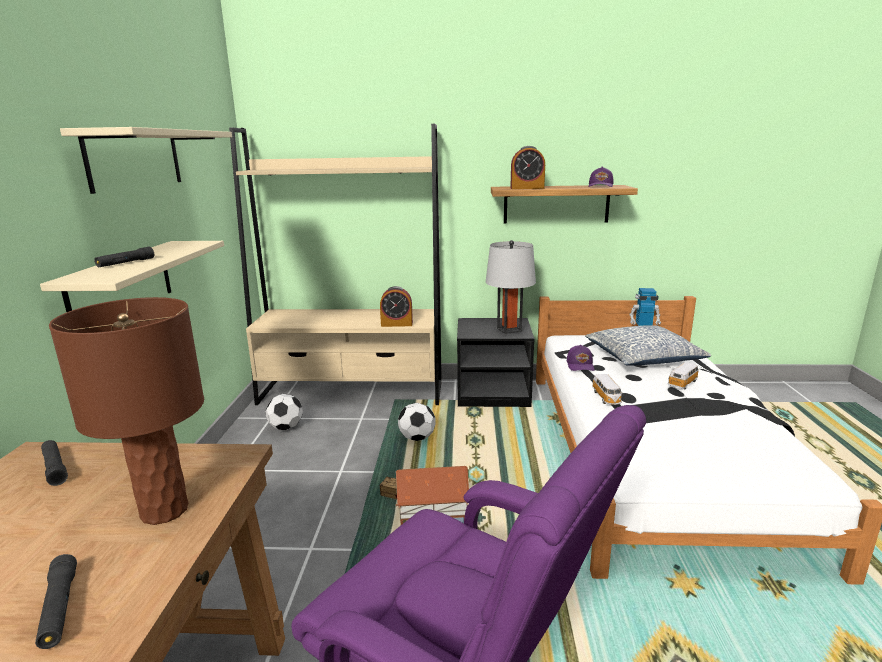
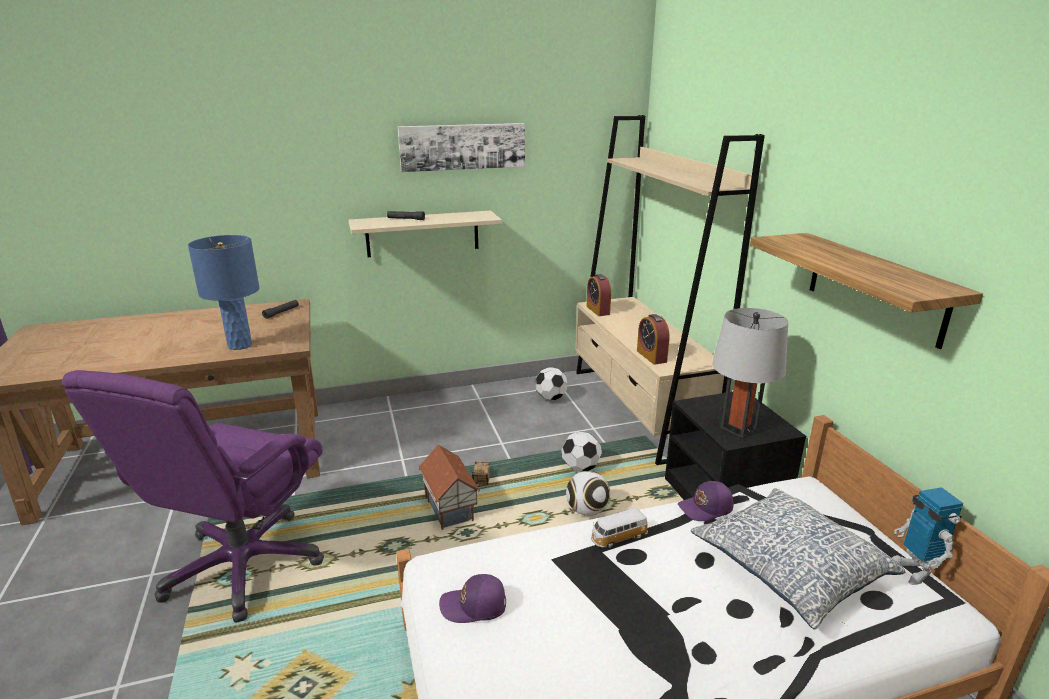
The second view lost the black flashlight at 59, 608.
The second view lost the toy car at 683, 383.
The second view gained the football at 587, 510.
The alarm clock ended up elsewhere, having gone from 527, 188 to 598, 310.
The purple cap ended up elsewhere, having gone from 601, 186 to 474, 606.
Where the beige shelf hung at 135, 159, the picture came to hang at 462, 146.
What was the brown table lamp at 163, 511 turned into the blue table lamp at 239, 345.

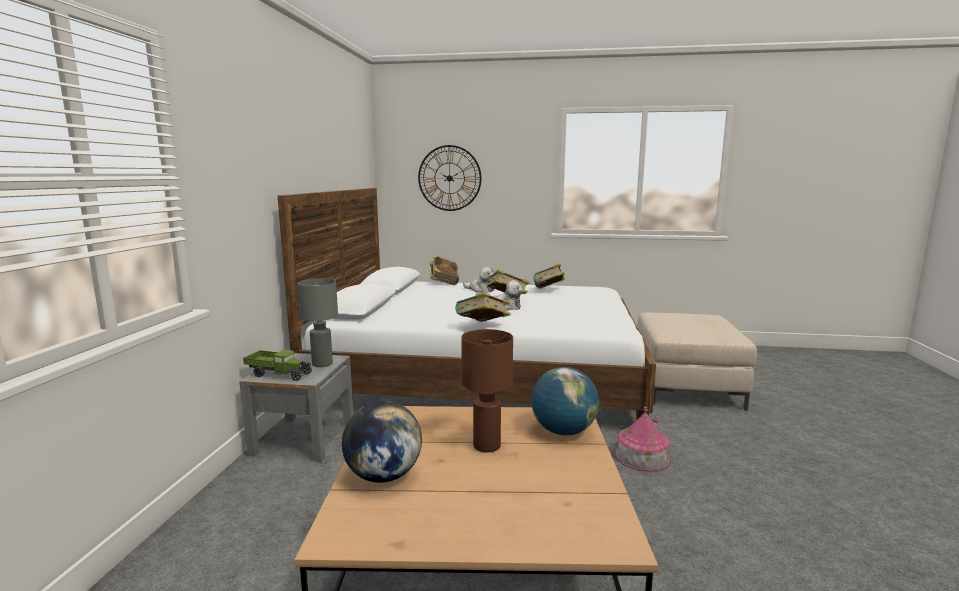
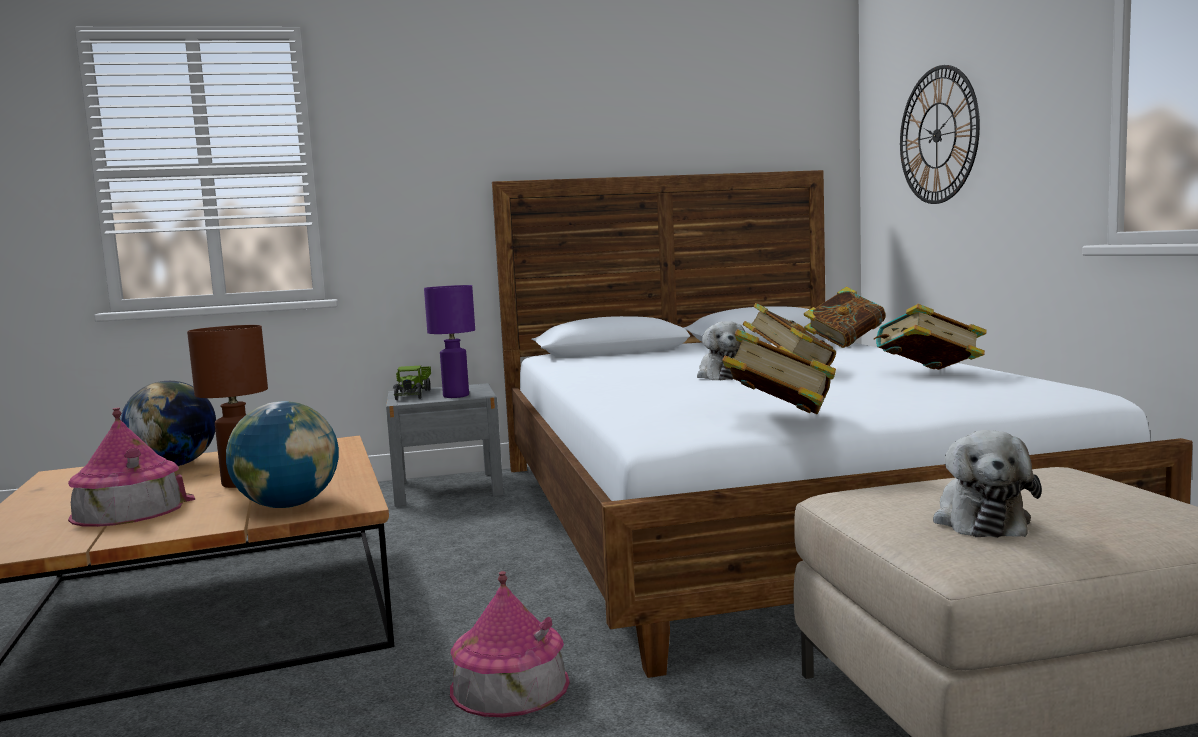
The second view gained the toy house at 129, 509.
The book ended up elsewhere, having gone from 482, 326 to 778, 419.
The plush toy ended up elsewhere, having gone from 480, 290 to 980, 520.
What was the grey table lamp at 322, 364 turned into the purple table lamp at 457, 396.

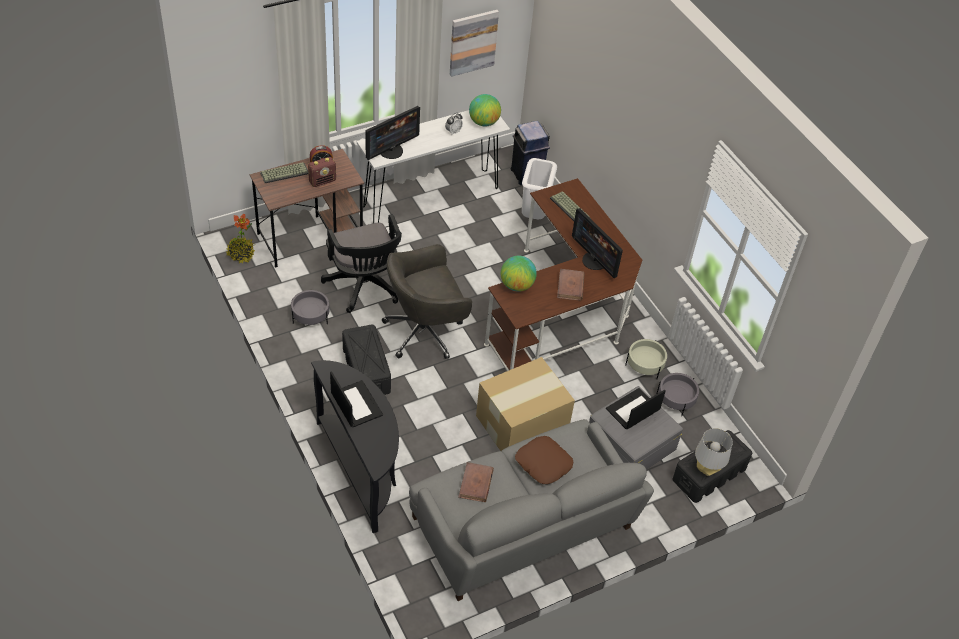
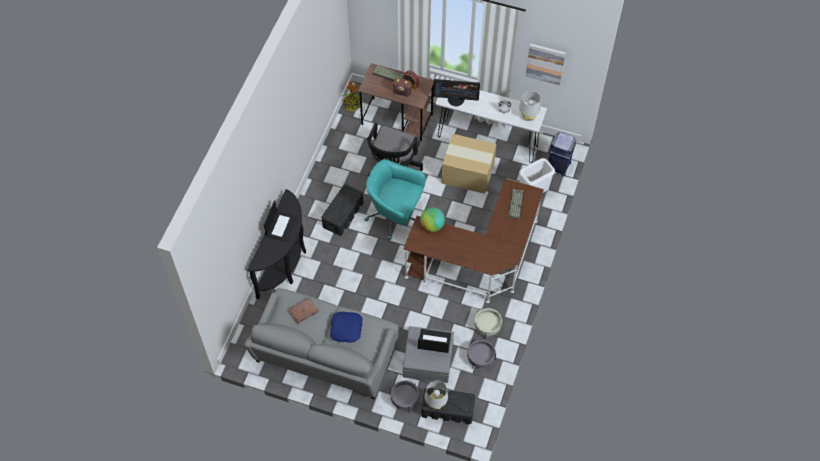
The second view lost the brown book at 570, 286.
The second view lost the monitor at 595, 261.
The grey planter ended up elsewhere, having gone from 310, 316 to 404, 399.
The cardboard box ended up elsewhere, having gone from 523, 424 to 468, 173.
Where the globe stood at 484, 122, the grey table lamp came to stand at 528, 117.
What was the grey office chair at 425, 331 turned into the turquoise office chair at 395, 216.
What was the brown pillow at 543, 464 turned into the blue pillow at 346, 328.

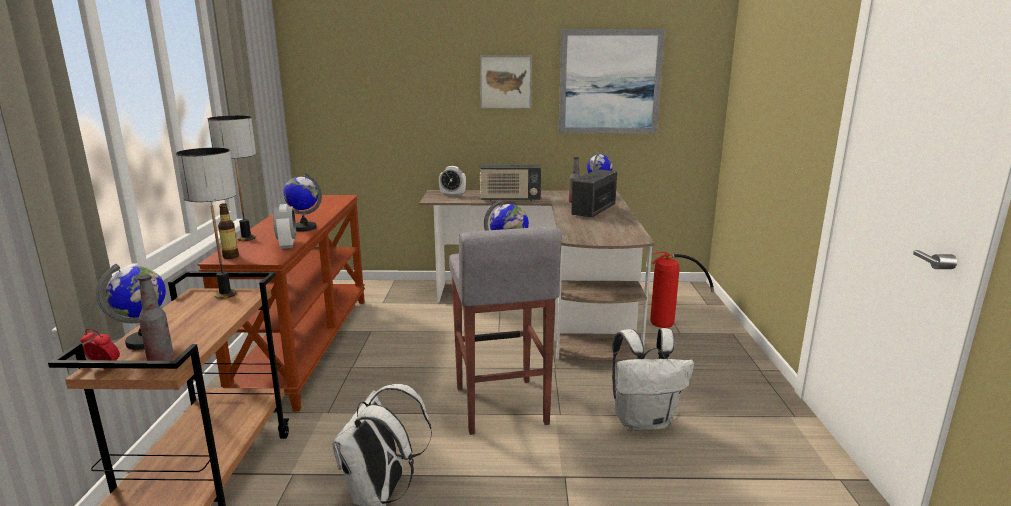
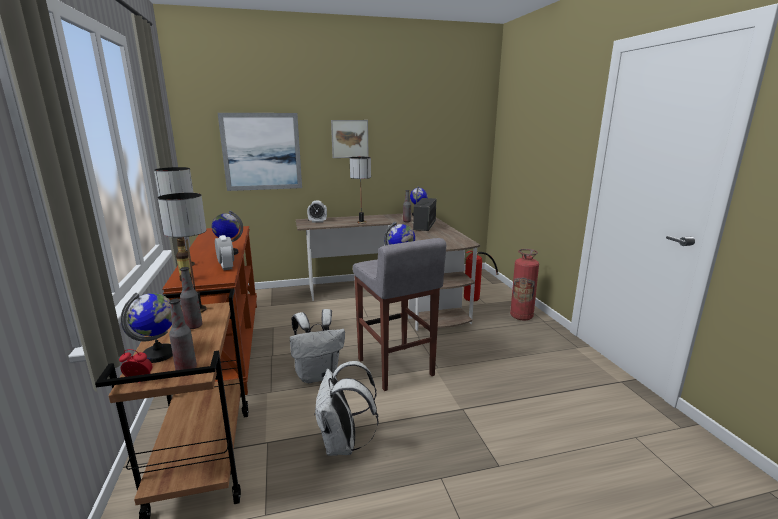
The second view gained the bottle at 194, 326.
The second view gained the fire extinguisher at 521, 316.
The picture ended up elsewhere, having gone from 610, 82 to 261, 152.
The white backpack ended up elsewhere, having gone from 643, 421 to 318, 375.
Where the radio stood at 510, 199, the table lamp came to stand at 361, 222.

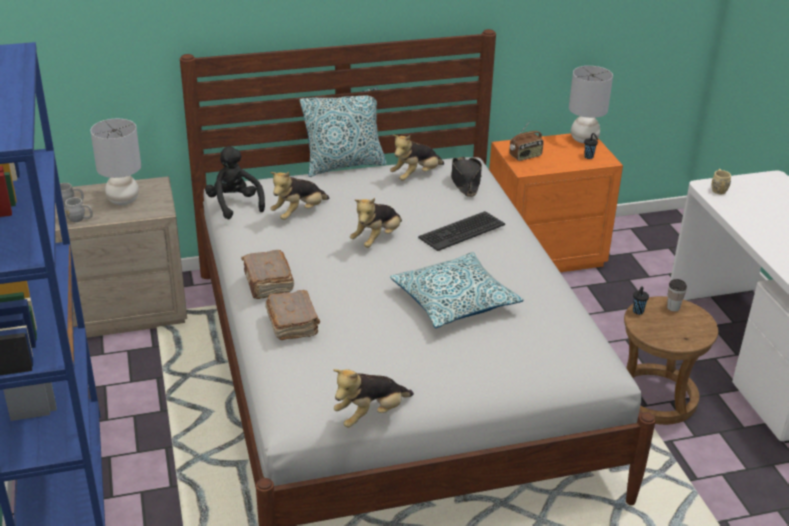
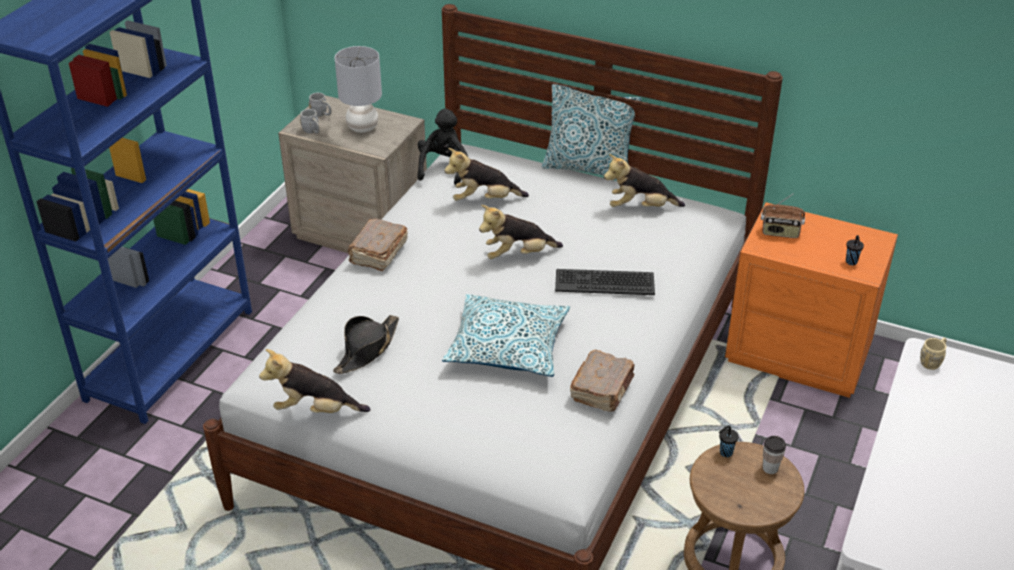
The second view lost the grey table lamp at 583, 139.
The brown book ended up elsewhere, having gone from 293, 324 to 602, 389.
The black hat ended up elsewhere, having gone from 465, 181 to 367, 350.

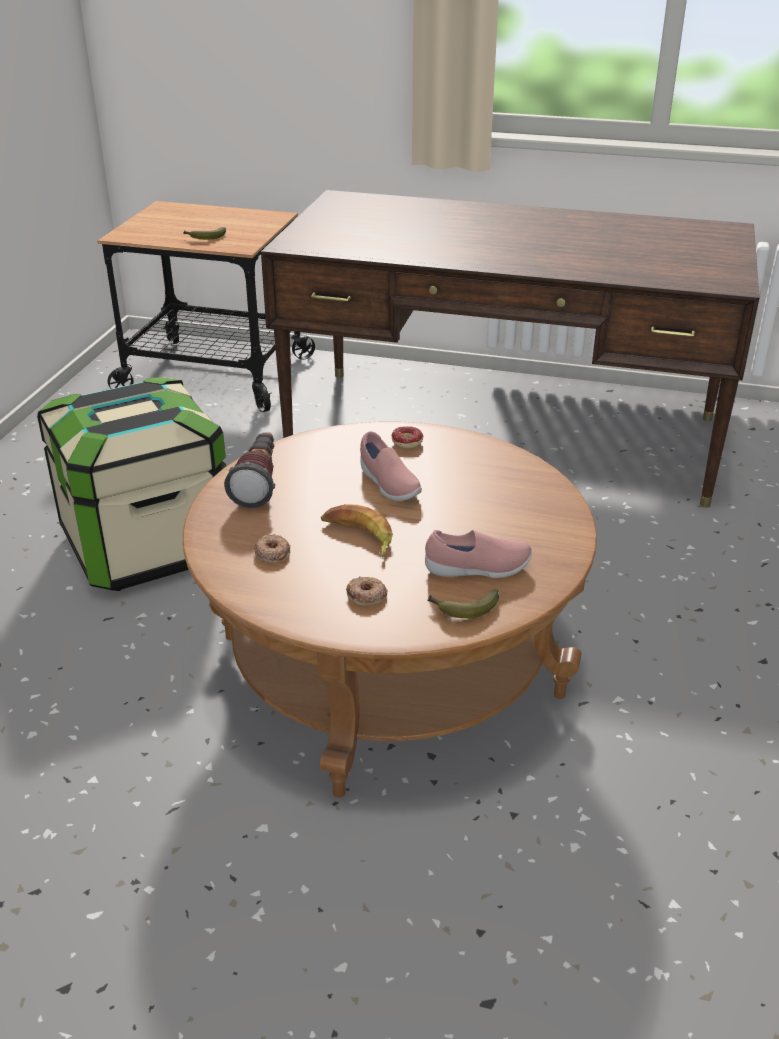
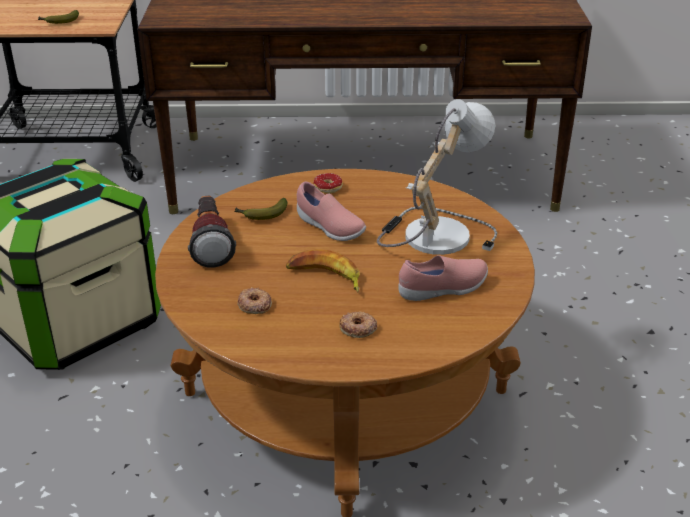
The second view gained the table lamp at 433, 233.
The banana ended up elsewhere, having gone from 462, 609 to 262, 215.

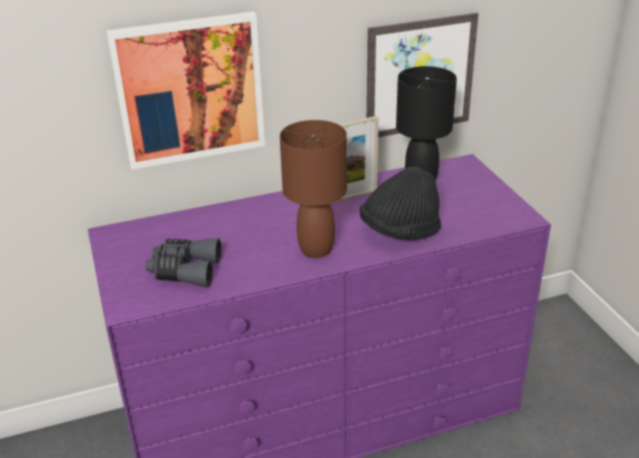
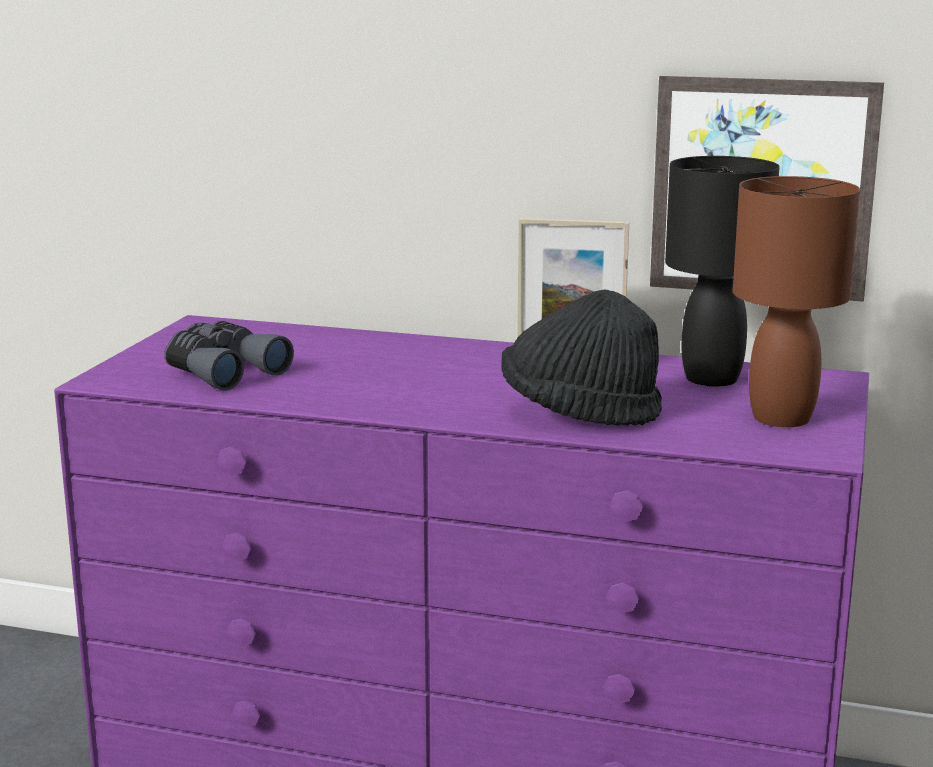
The second view lost the picture at 189, 90.
The brown table lamp ended up elsewhere, having gone from 315, 249 to 780, 418.

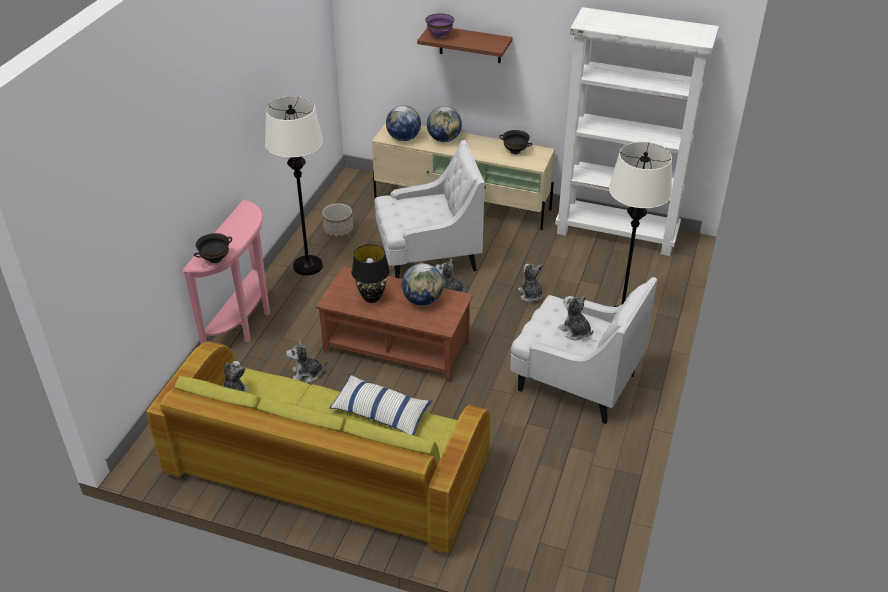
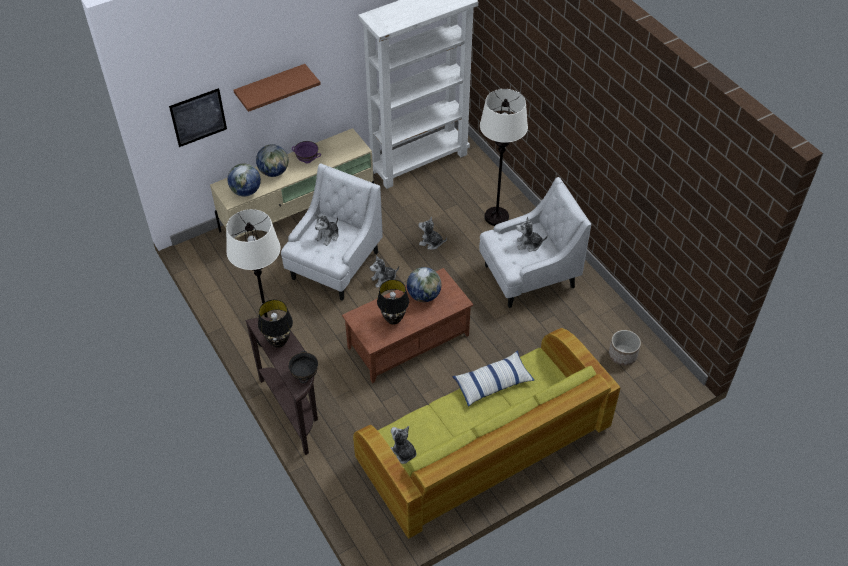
The second view lost the black bowl at 515, 151.
The second view gained the picture at 198, 117.
The second view gained the black table lamp at 278, 342.
The plush toy ended up elsewhere, having gone from 307, 374 to 328, 236.
The planter ended up elsewhere, having gone from 338, 231 to 622, 355.
The purple bowl ended up elsewhere, having gone from 440, 36 to 307, 160.
What was the pink console table at 245, 323 turned into the brown console table at 294, 410.

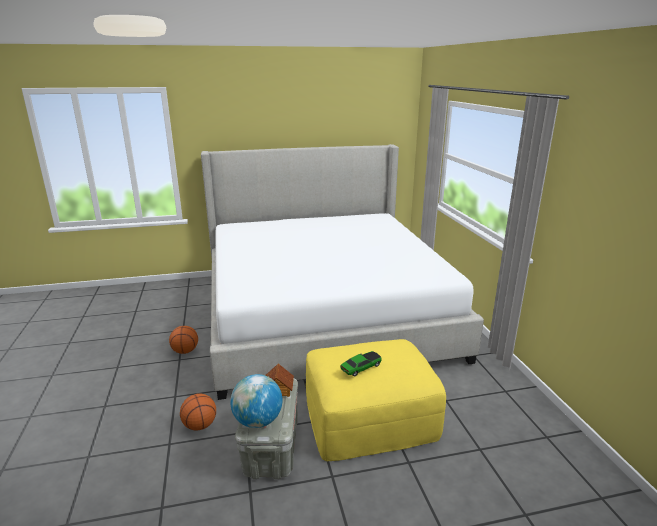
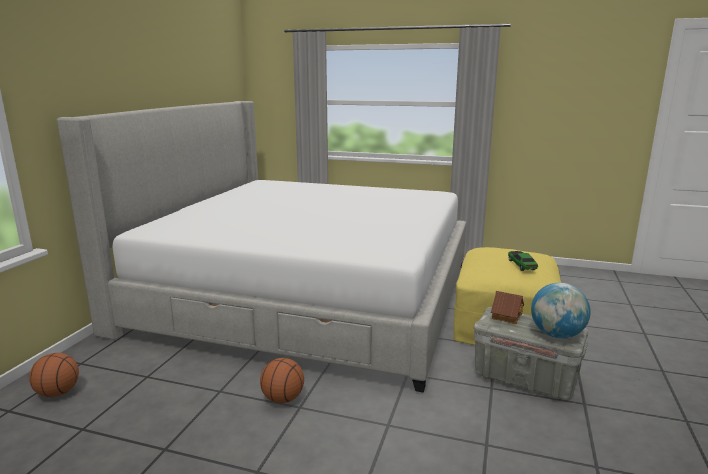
The basketball ended up elsewhere, having gone from 200, 425 to 58, 393.

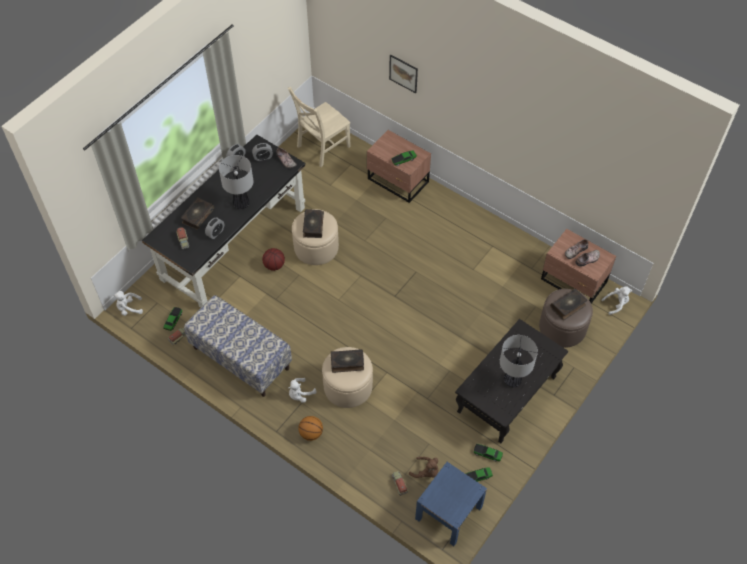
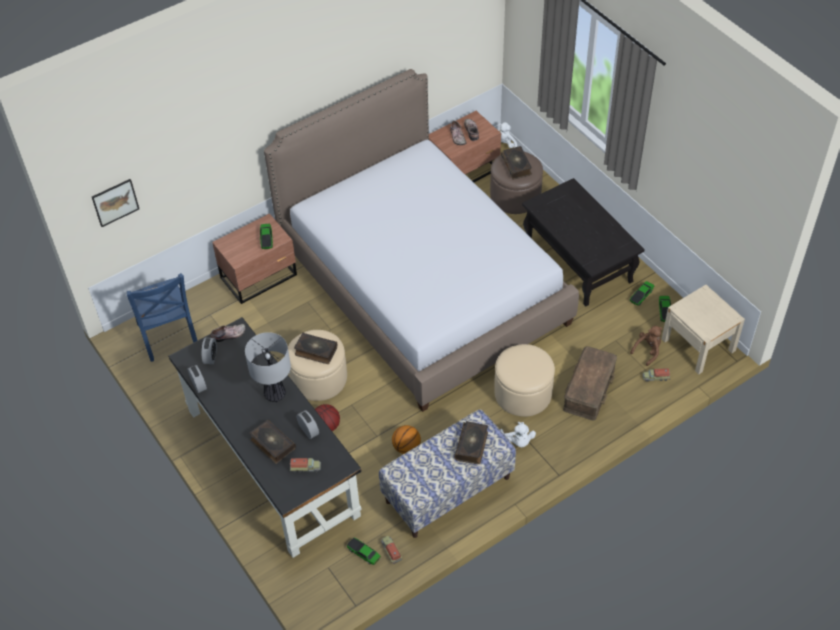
The second view lost the white plush toy at 129, 308.
The second view lost the table lamp at 512, 380.
The second view gained the bed at 423, 285.
The second view gained the brown storage box at 589, 389.
The basketball ended up elsewhere, having gone from 311, 433 to 406, 447.
The book ended up elsewhere, having gone from 347, 363 to 472, 446.
The picture ended up elsewhere, having gone from 403, 73 to 115, 202.
What was the beige chair at 321, 147 turned into the blue chair at 167, 337.
What was the blue nightstand at 448, 512 turned into the beige nightstand at 698, 345.

